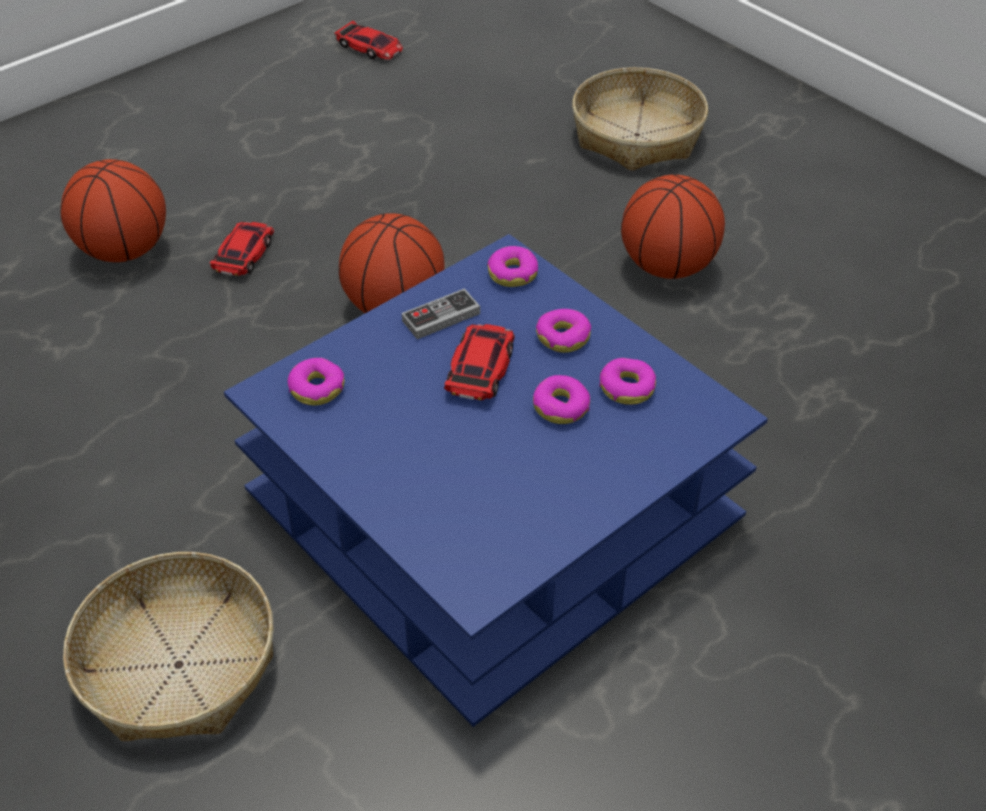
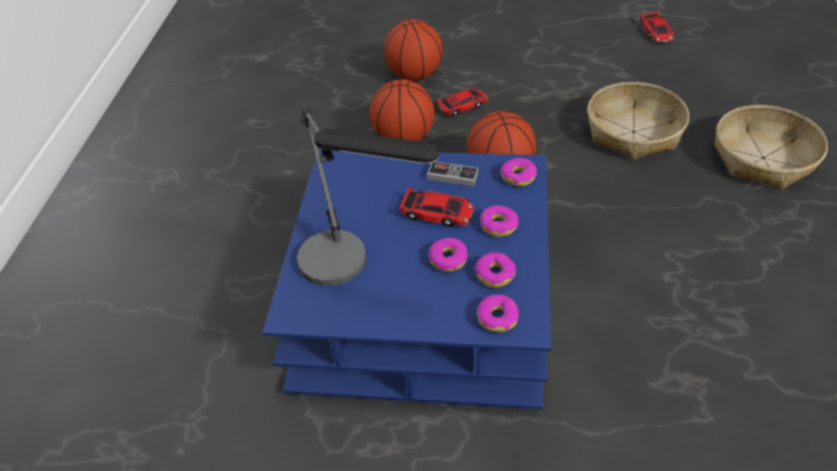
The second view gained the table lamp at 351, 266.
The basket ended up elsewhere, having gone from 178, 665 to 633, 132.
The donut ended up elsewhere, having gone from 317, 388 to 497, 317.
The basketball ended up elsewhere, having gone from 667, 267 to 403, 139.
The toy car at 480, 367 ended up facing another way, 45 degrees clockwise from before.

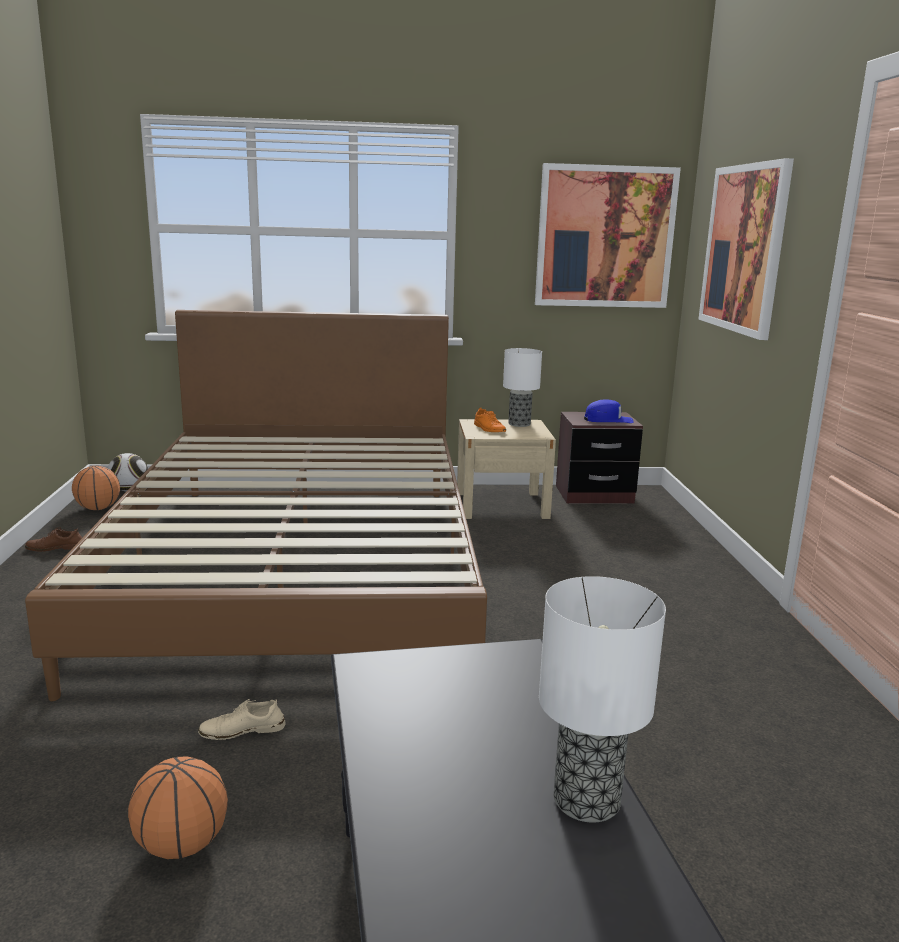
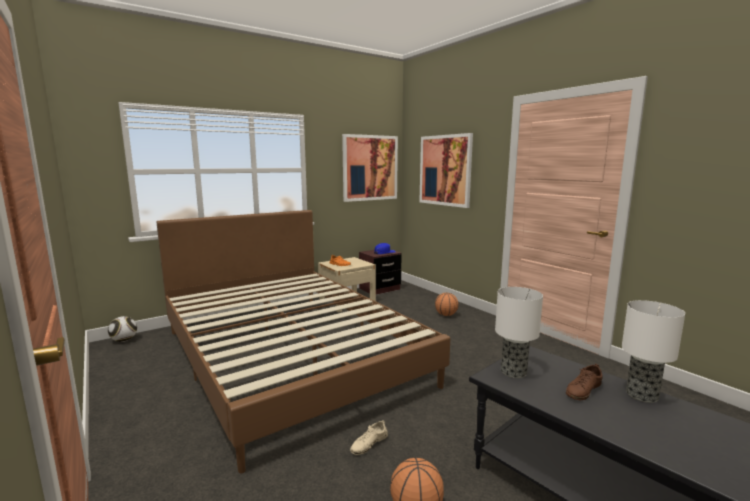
The brown shoe ended up elsewhere, having gone from 55, 548 to 583, 390.
The basketball ended up elsewhere, having gone from 98, 509 to 446, 315.
The table lamp ended up elsewhere, having gone from 518, 424 to 512, 372.

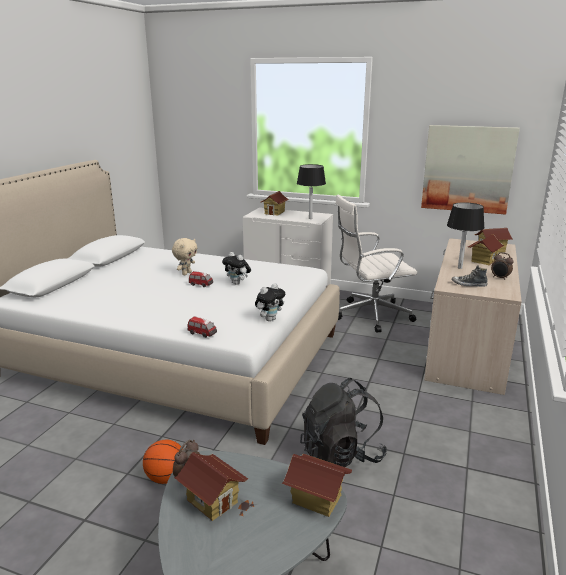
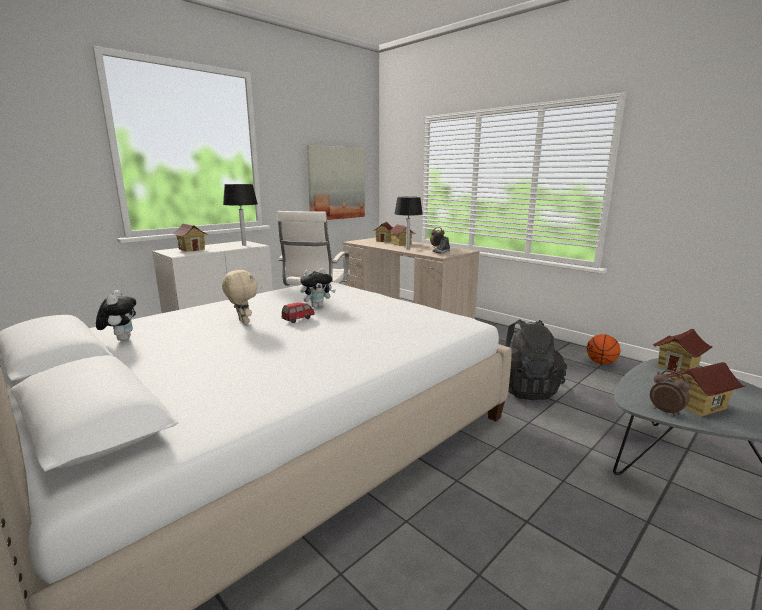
The second view lost the toy car at 202, 334.
The basketball ended up elsewhere, having gone from 165, 478 to 601, 363.
The plush toy ended up elsewhere, having gone from 270, 319 to 121, 339.

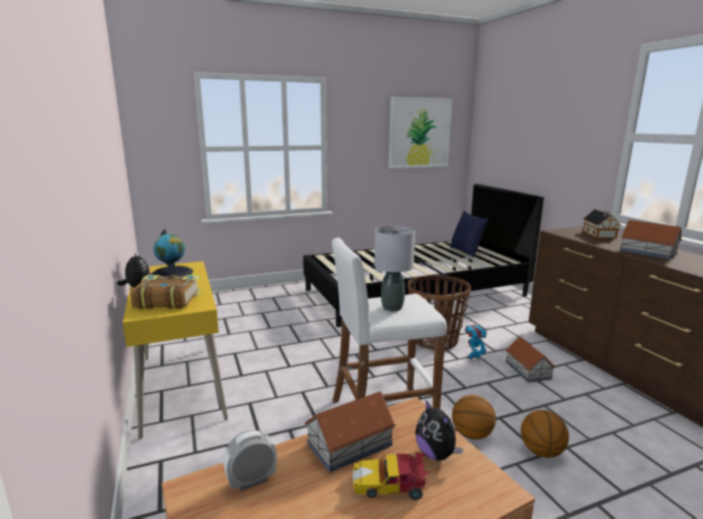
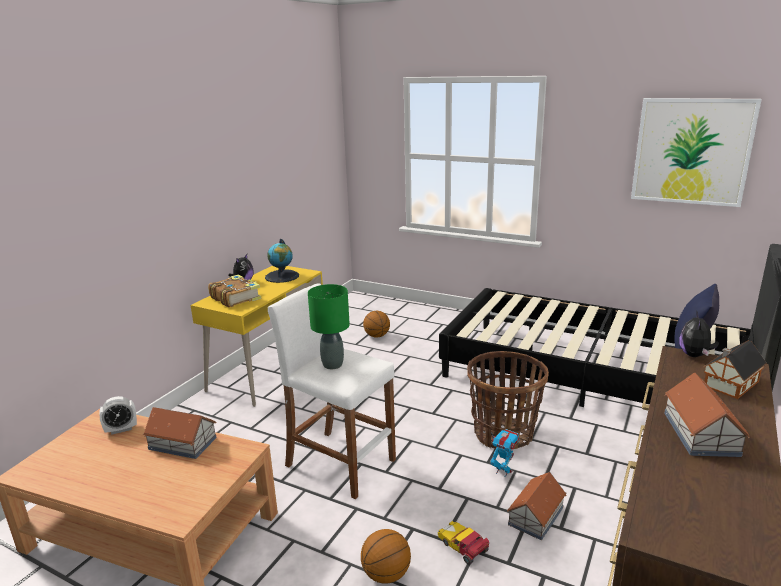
The toy car ended up elsewhere, having gone from 391, 485 to 464, 547.
The plush toy ended up elsewhere, having gone from 436, 454 to 694, 355.
The basketball ended up elsewhere, having gone from 471, 434 to 377, 336.
What was the grey table lamp at 392, 307 turned into the green table lamp at 332, 364.
The alarm clock at 251, 481 ended up facing another way, 135 degrees clockwise from before.

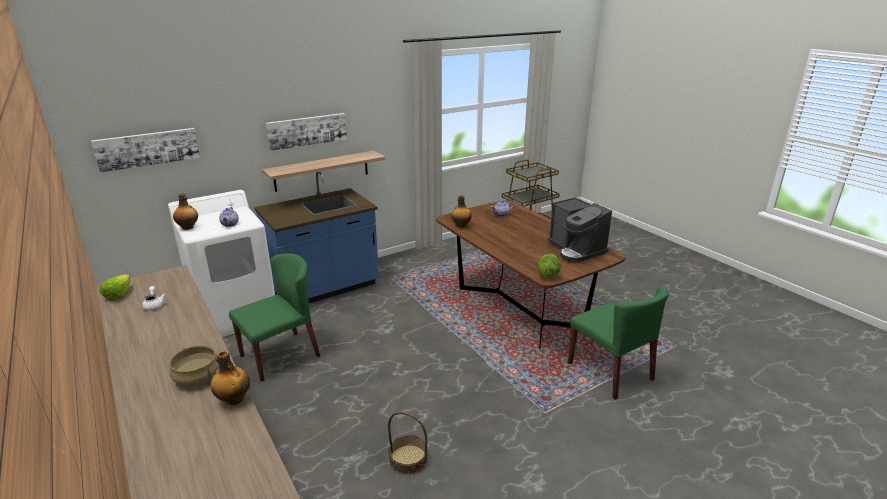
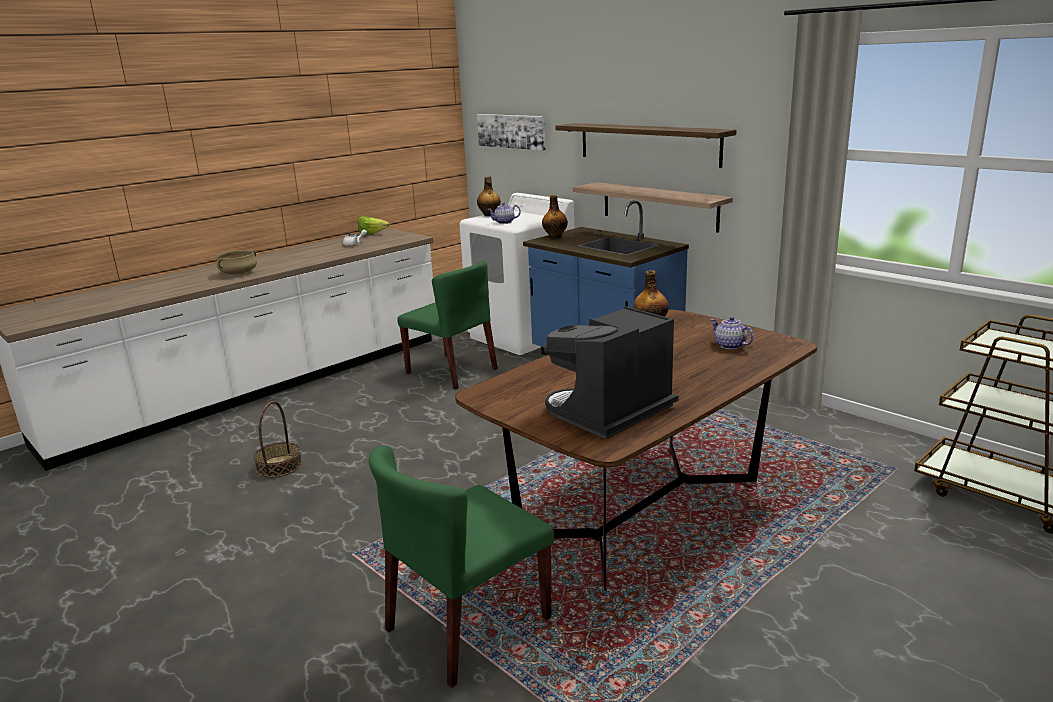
The second view lost the lettuce at 547, 275.
The bottle ended up elsewhere, having gone from 233, 399 to 555, 236.
Where the picture hung at 307, 131, the shelf came to hang at 647, 144.

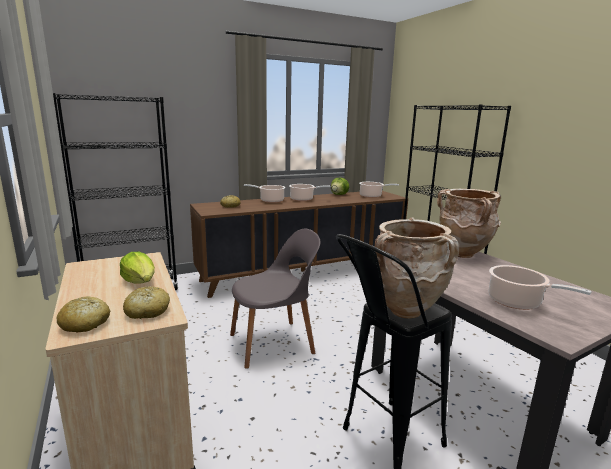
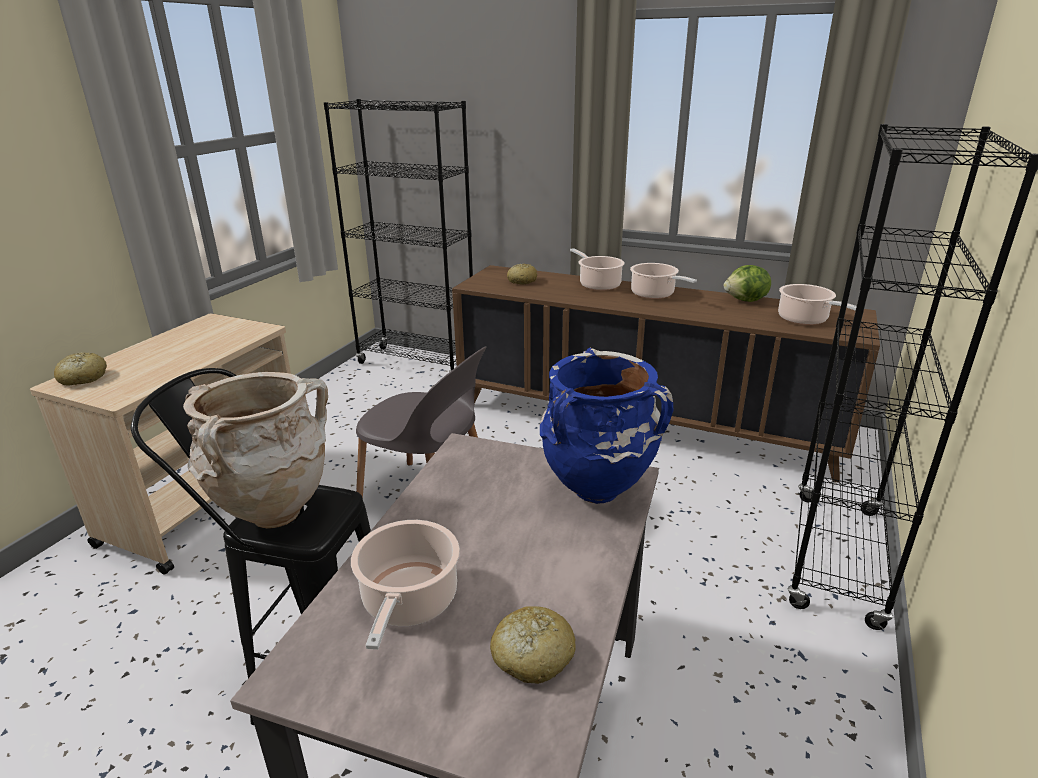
The second view lost the lettuce at 140, 282.
The bread ended up elsewhere, having gone from 147, 311 to 532, 656.
What was the beige vase at 464, 255 turned into the blue vase at 598, 493.

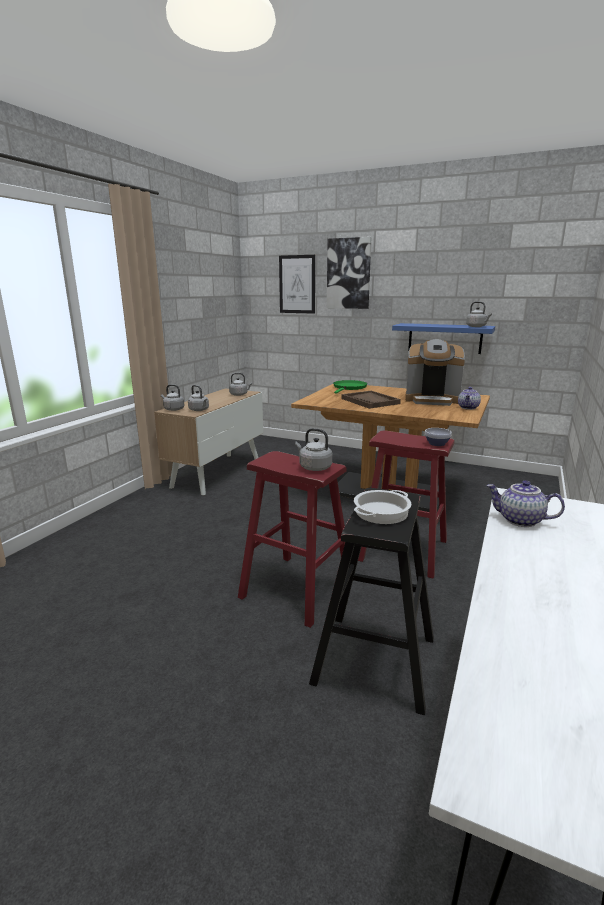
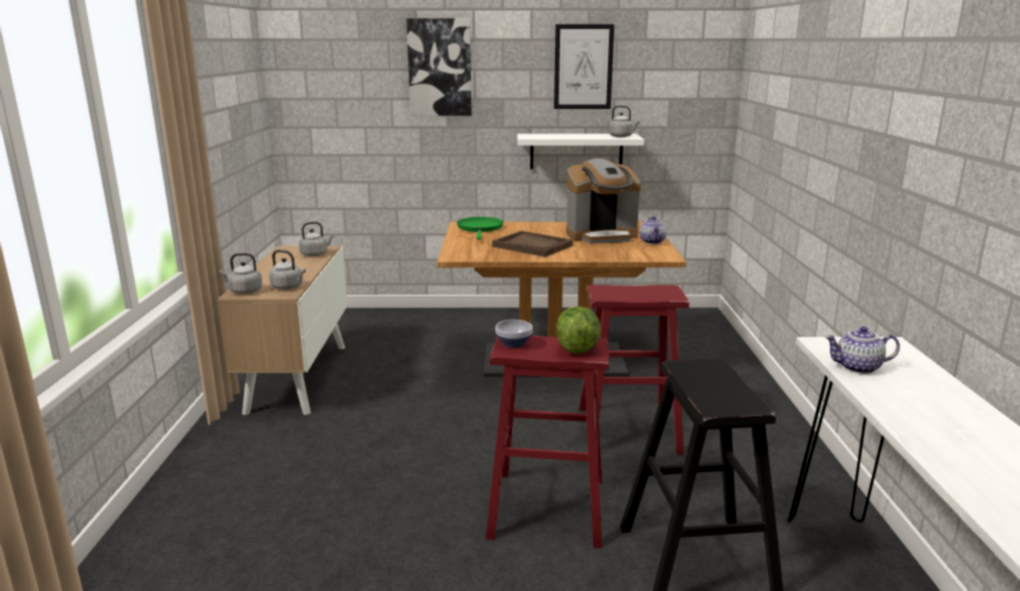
The second view lost the cooking pot at 381, 512.
The picture ended up elsewhere, having gone from 297, 284 to 583, 67.
The bowl ended up elsewhere, having gone from 437, 444 to 514, 344.
Where the grey kettle stood at 314, 467, the lettuce came to stand at 577, 347.
What was the blue shelf at 444, 338 turned into the white shelf at 576, 151.

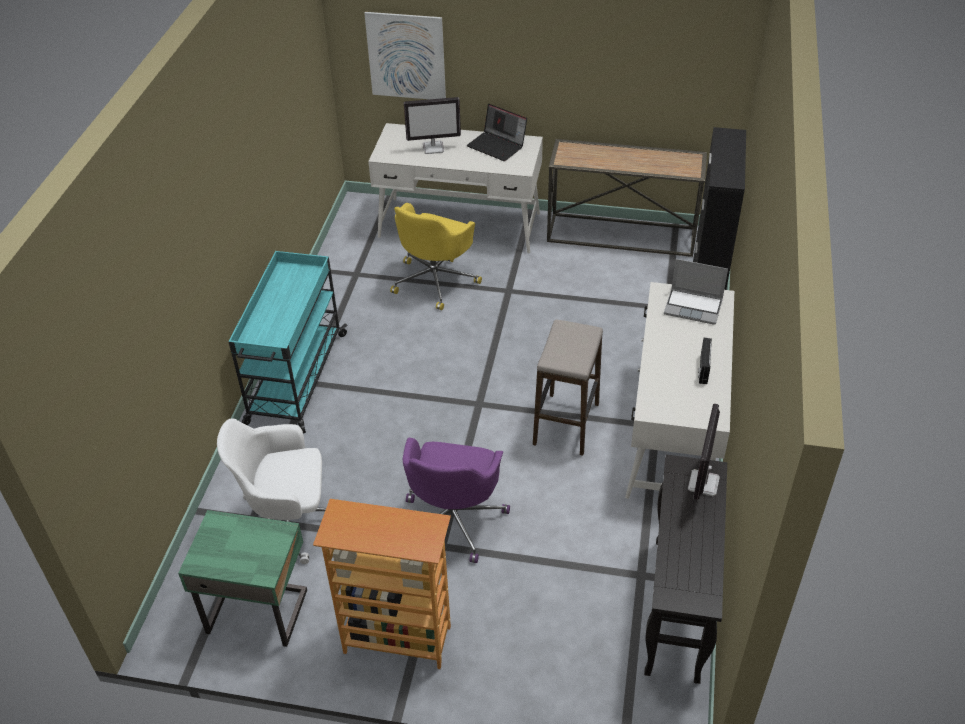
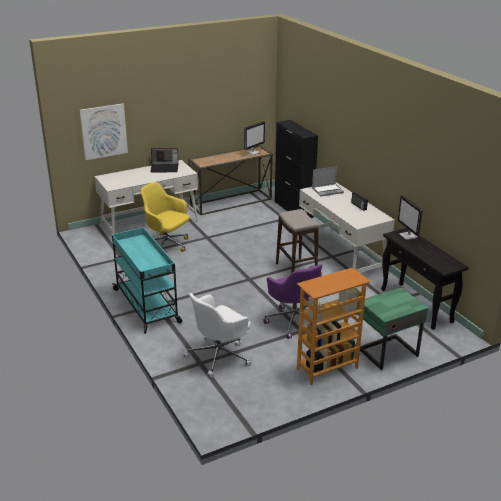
The green nightstand ended up elsewhere, having gone from 258, 609 to 386, 352.
The monitor ended up elsewhere, having gone from 433, 147 to 253, 152.
The yellow office chair at 435, 280 ended up facing another way, 135 degrees clockwise from before.

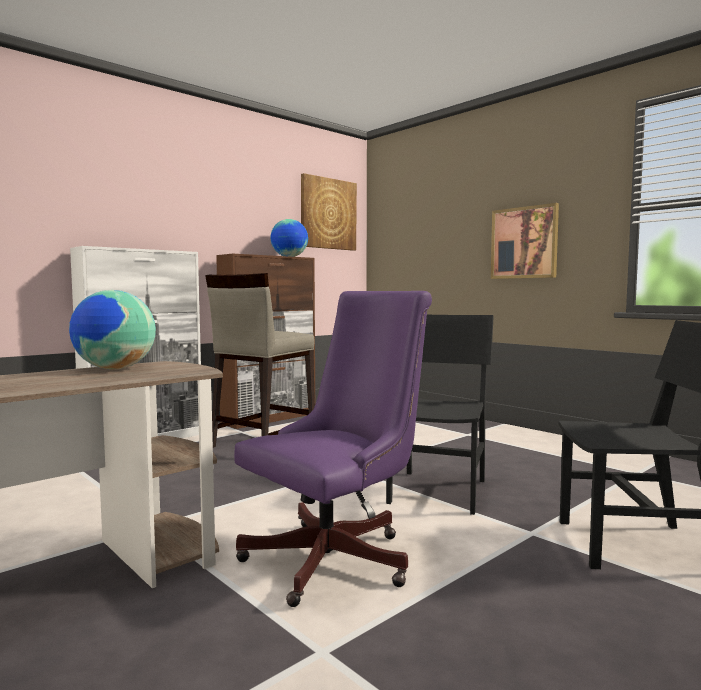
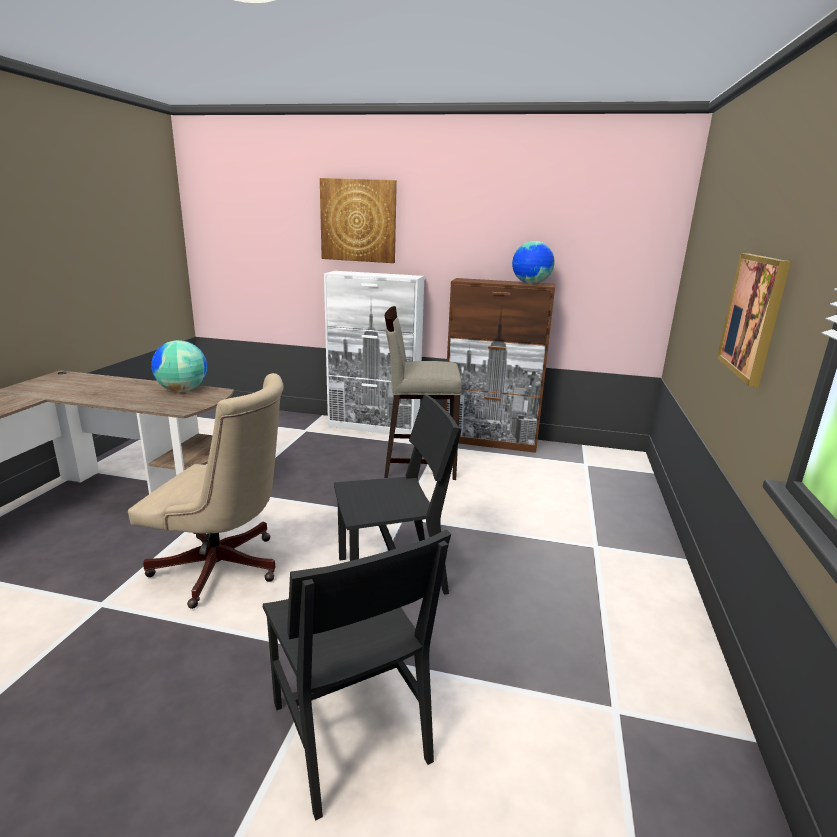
The picture ended up elsewhere, having gone from 328, 214 to 358, 221.
What was the purple office chair at 338, 557 turned into the beige office chair at 224, 569.

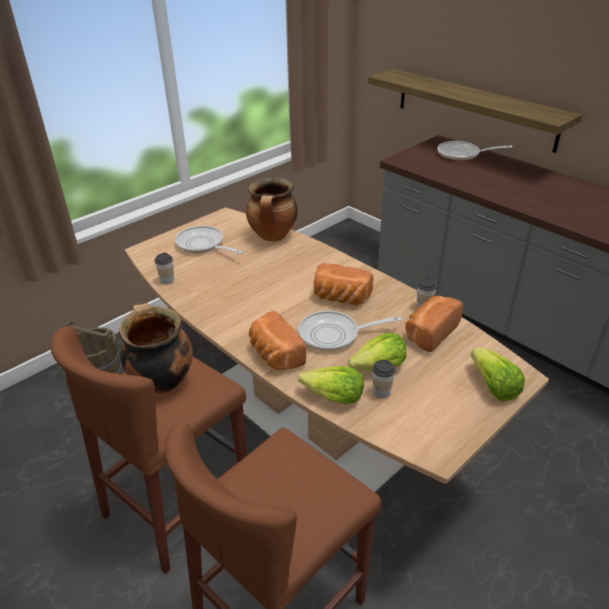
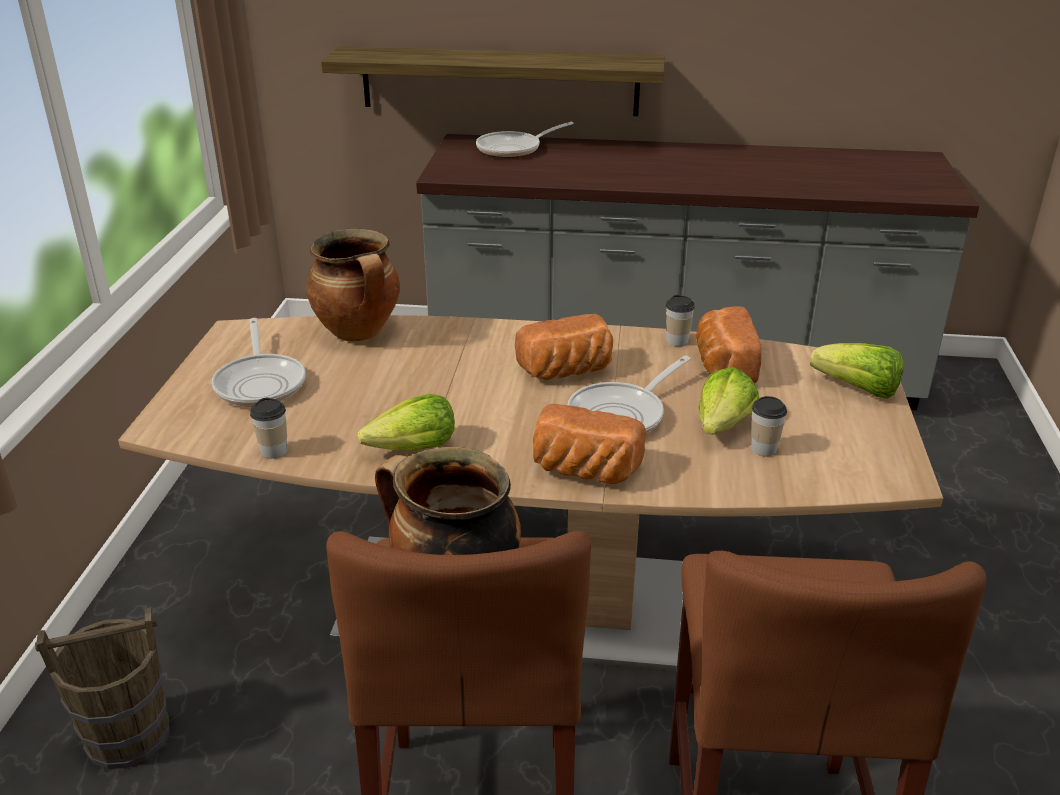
The lettuce ended up elsewhere, having gone from 333, 397 to 413, 449.
The frying pan at 203, 245 ended up facing another way, 105 degrees counterclockwise from before.

